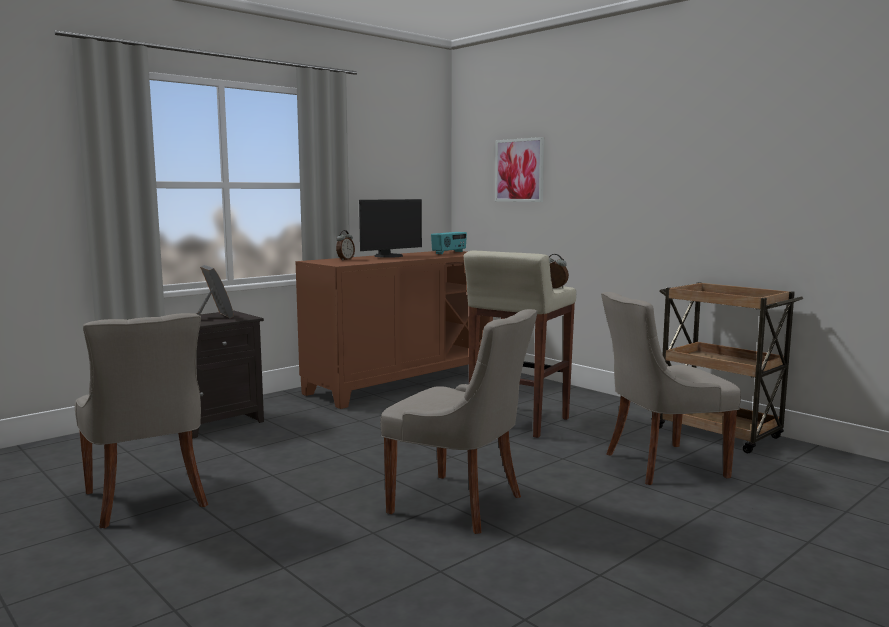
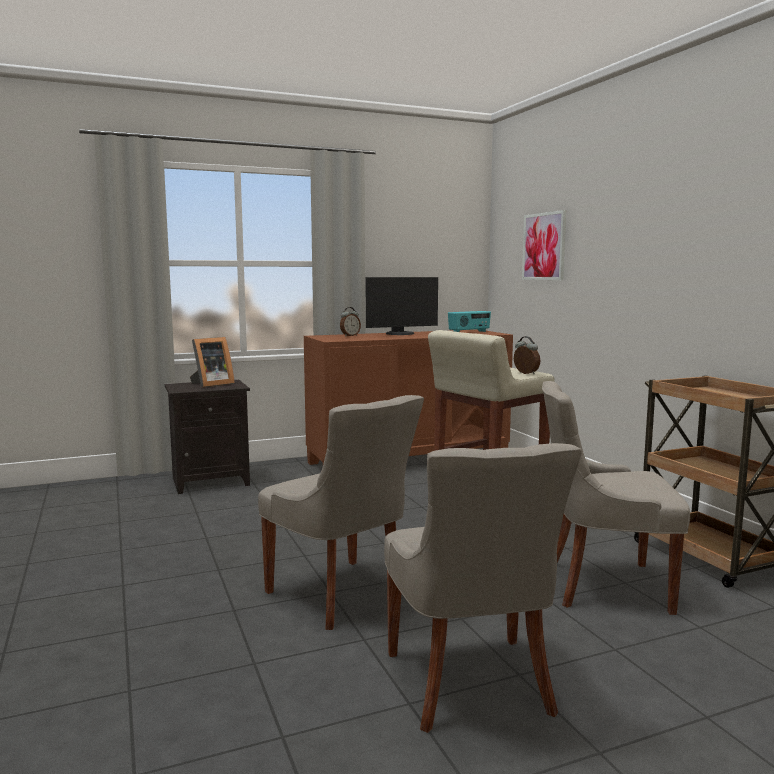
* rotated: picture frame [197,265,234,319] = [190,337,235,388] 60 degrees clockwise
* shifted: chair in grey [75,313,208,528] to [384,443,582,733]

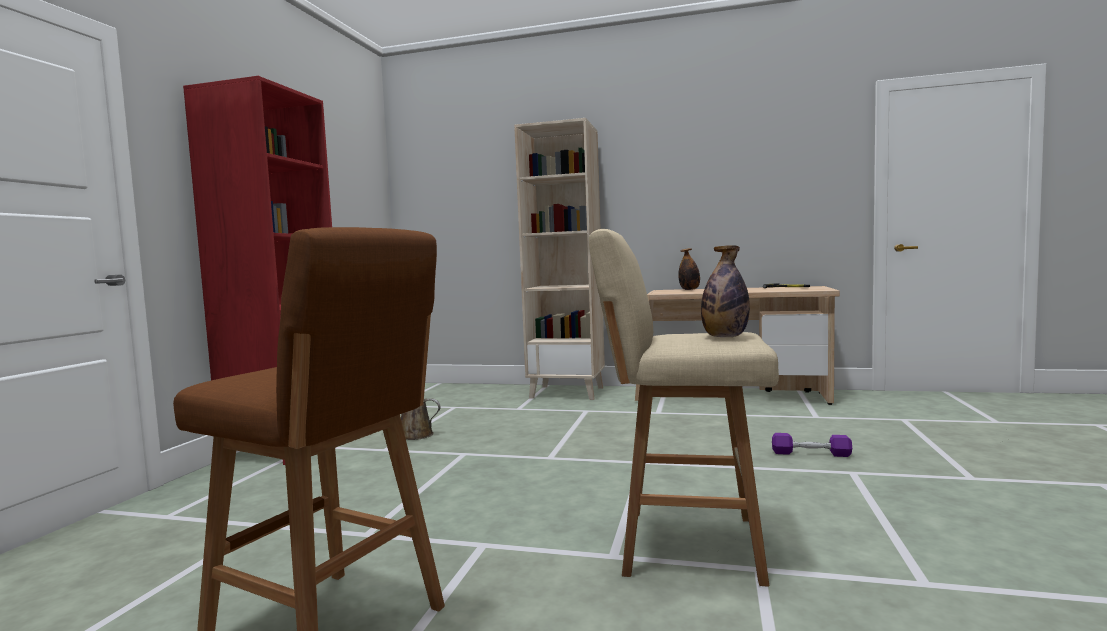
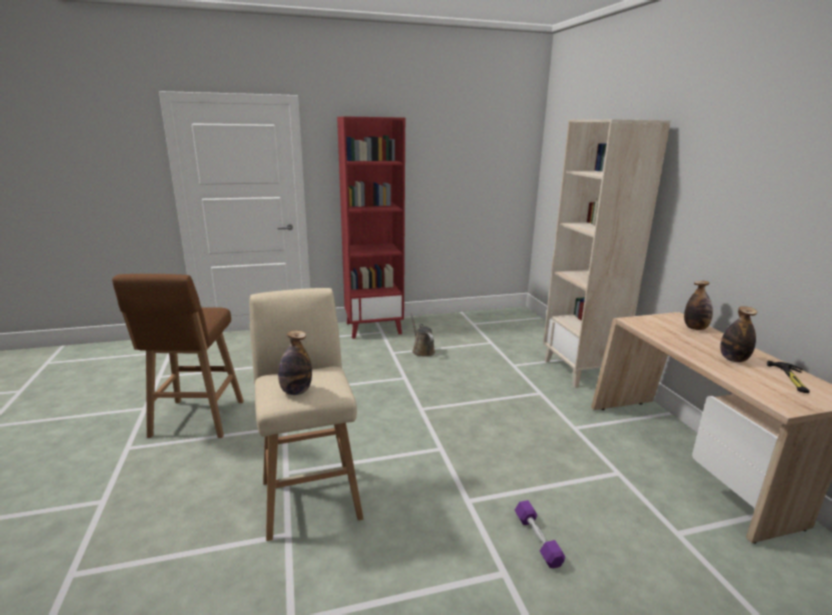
* new: bottle [720,306,757,362]

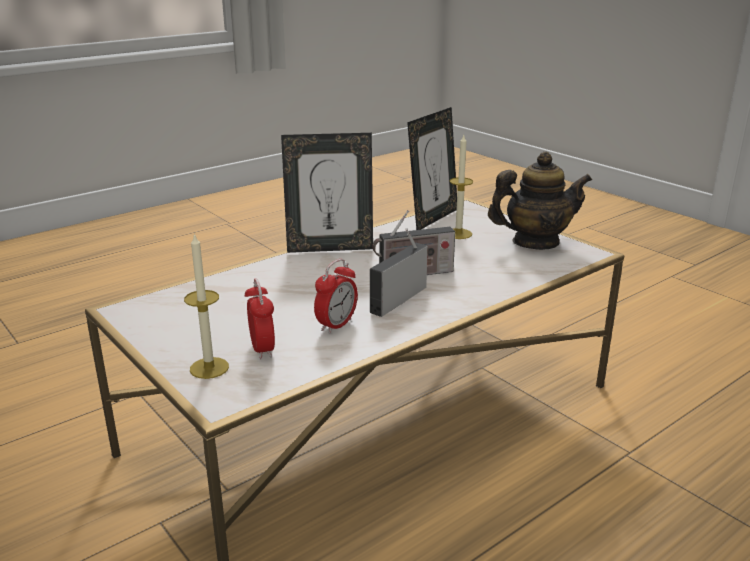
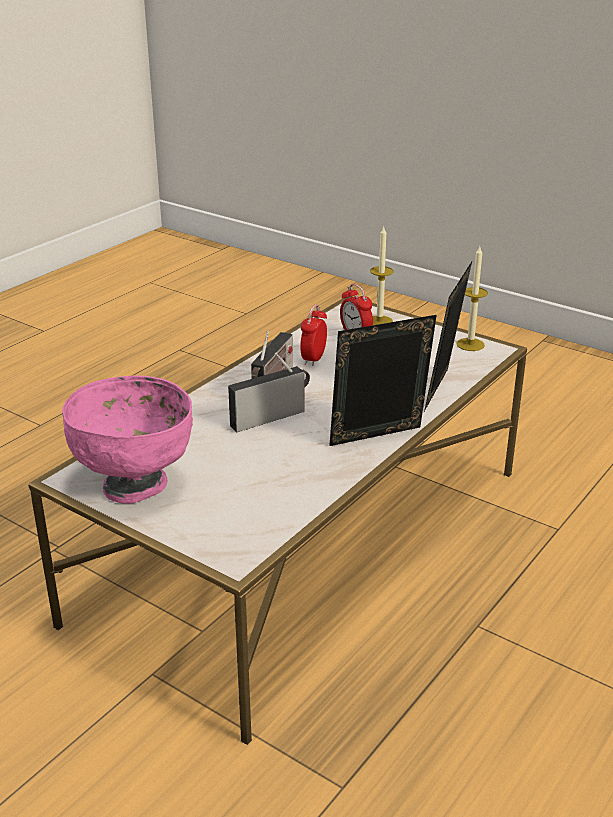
* shifted: picture frame [407,107,457,230] to [424,262,472,411]
* shifted: candle [450,135,473,239] to [456,247,488,351]
* swapped: teapot [488,152,592,250] to bowl in pink [62,375,193,504]

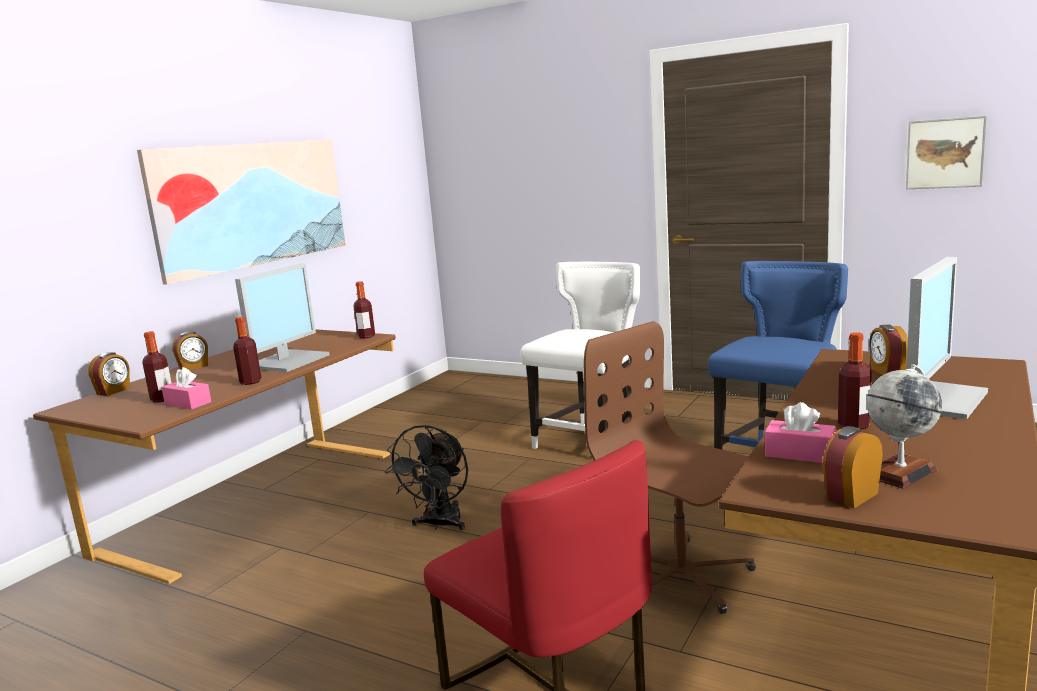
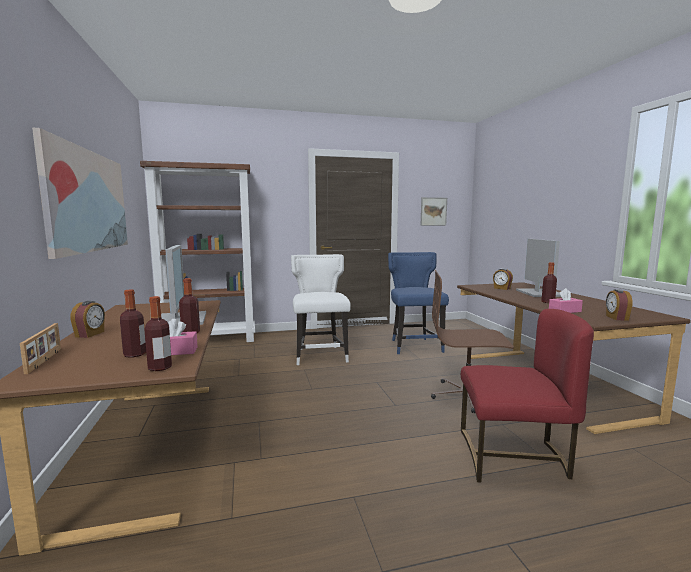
* shifted: bottle [353,281,375,338] to [144,296,172,371]
* swapped: alarm clock [88,352,130,396] to picture frame [20,323,61,374]
* gone: globe [867,364,942,489]
* gone: fan in black [385,424,468,530]
* new: bookcase in brown [140,161,255,342]

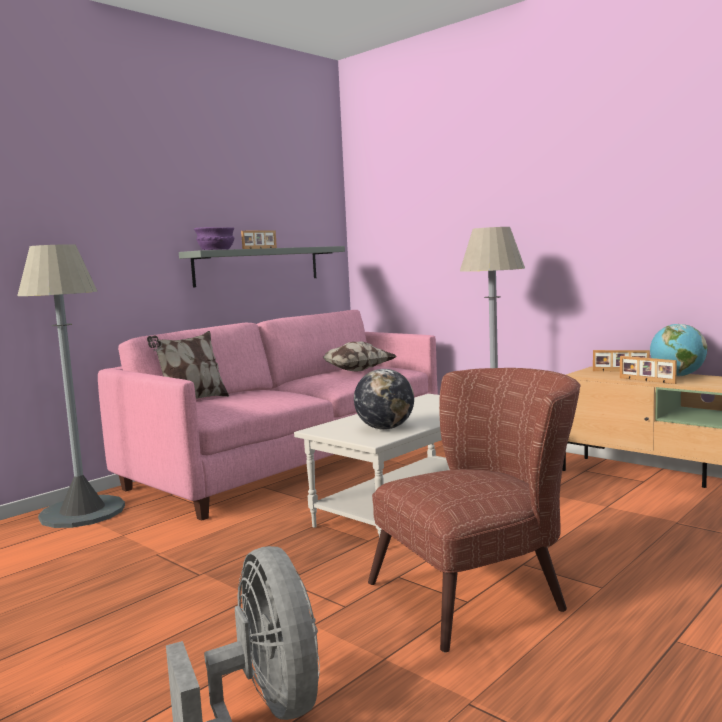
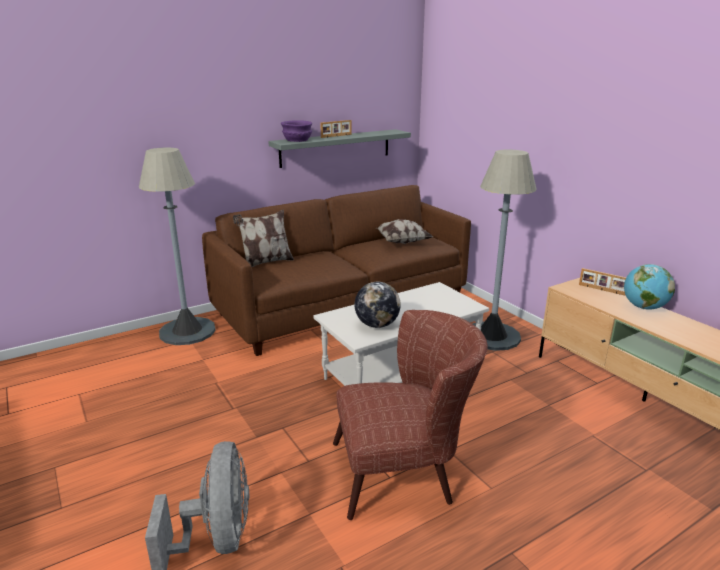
* repainted: sofa in pink [98,310,438,521] to sofa in brown [202,185,471,356]
* gone: picture frame [620,356,677,384]

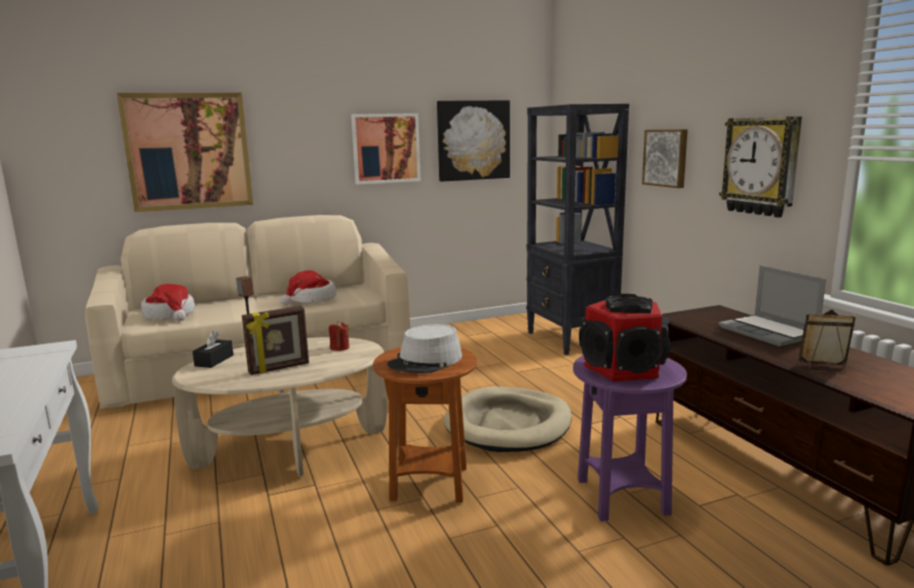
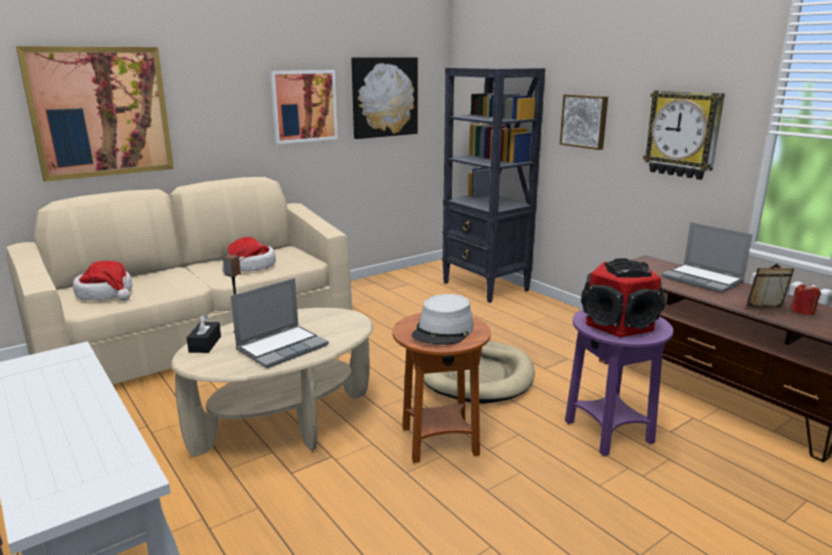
* swapped: picture frame [242,306,309,375] to laptop [231,278,329,368]
* shifted: candle in red [329,321,349,351] to [791,284,821,315]

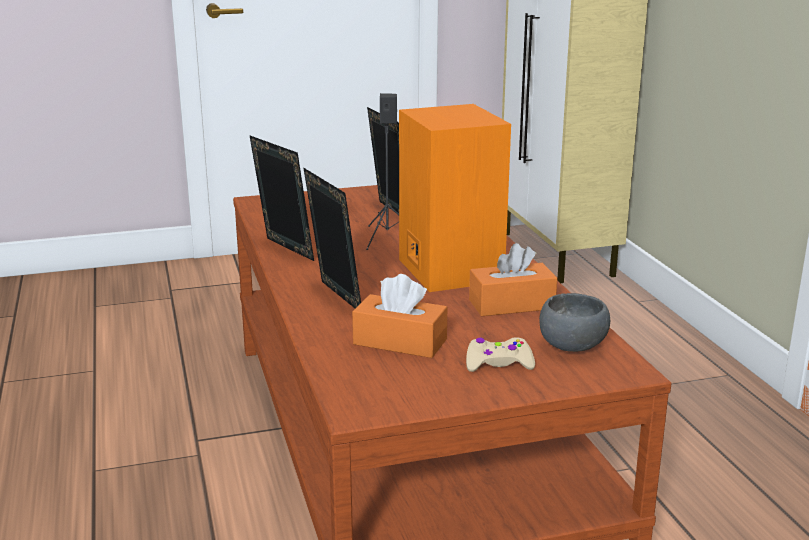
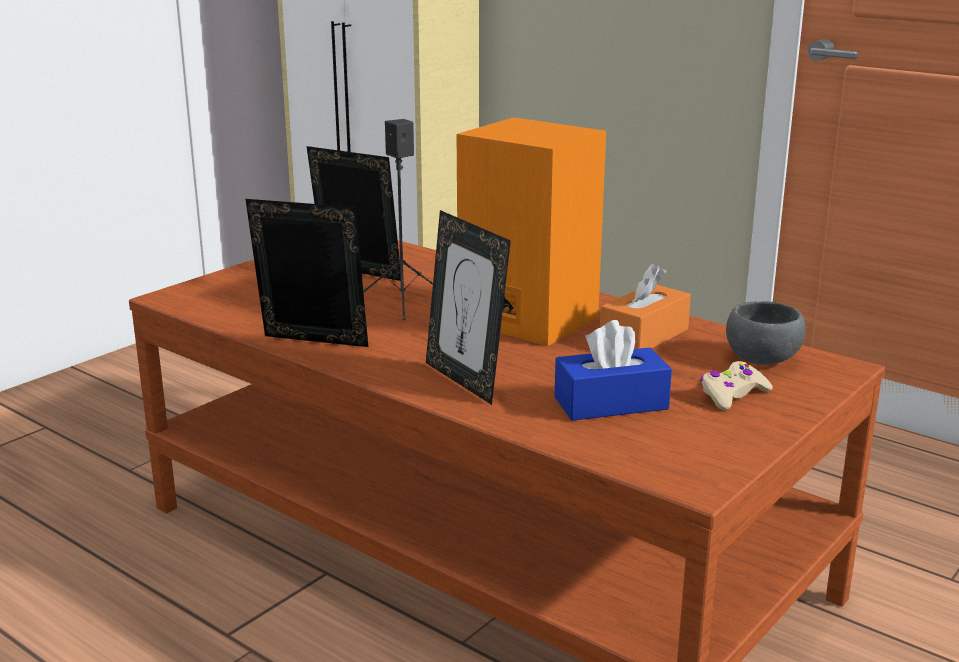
* rotated: picture frame [304,168,361,308] = [426,210,511,405] 150 degrees counterclockwise
* repainted: tissue box in orange [352,274,447,358] to tissue box in blue [554,320,672,421]

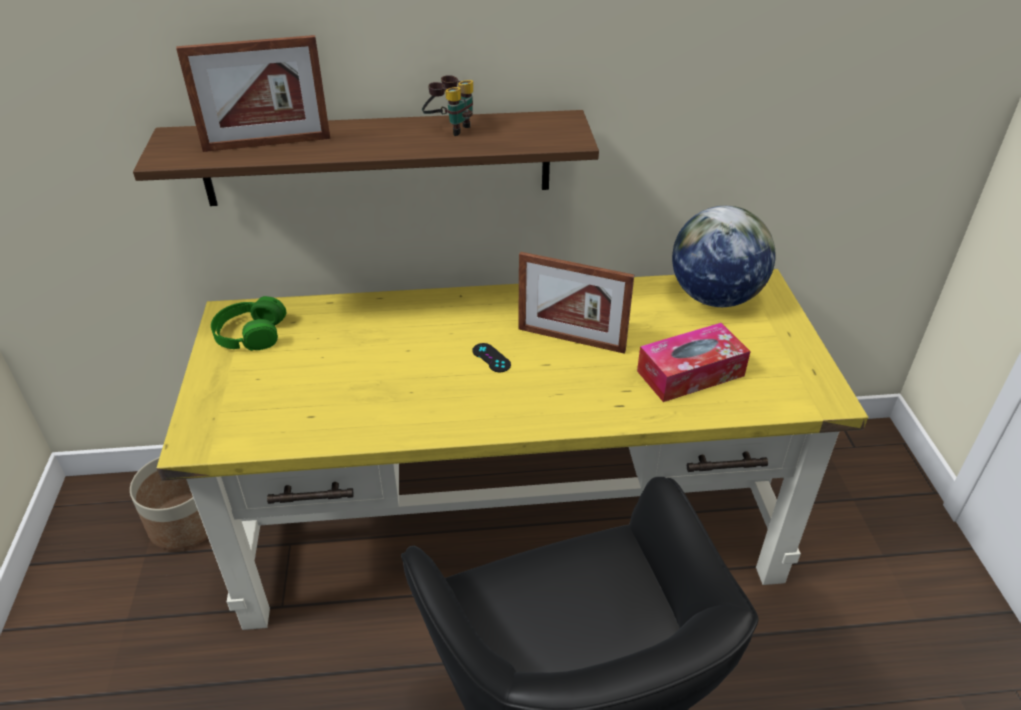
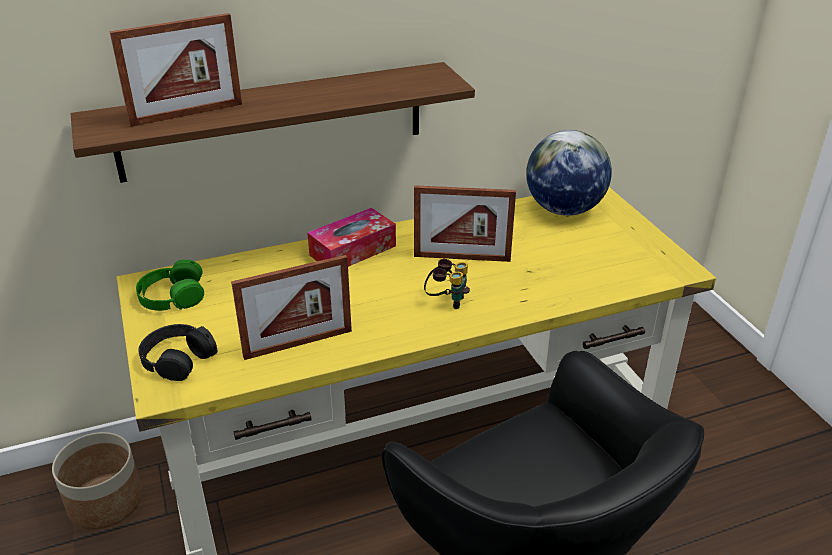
* shifted: binoculars [422,75,473,136] to [424,259,470,309]
* shifted: tissue box [637,323,751,402] to [307,208,396,267]
* gone: game controller in black [472,343,511,372]
* new: picture frame [231,255,352,360]
* new: headphones in black [138,324,217,381]

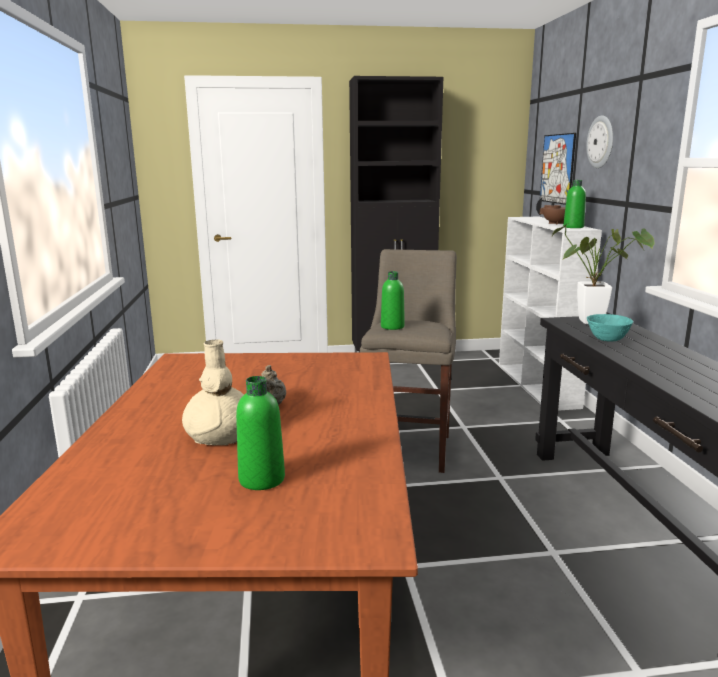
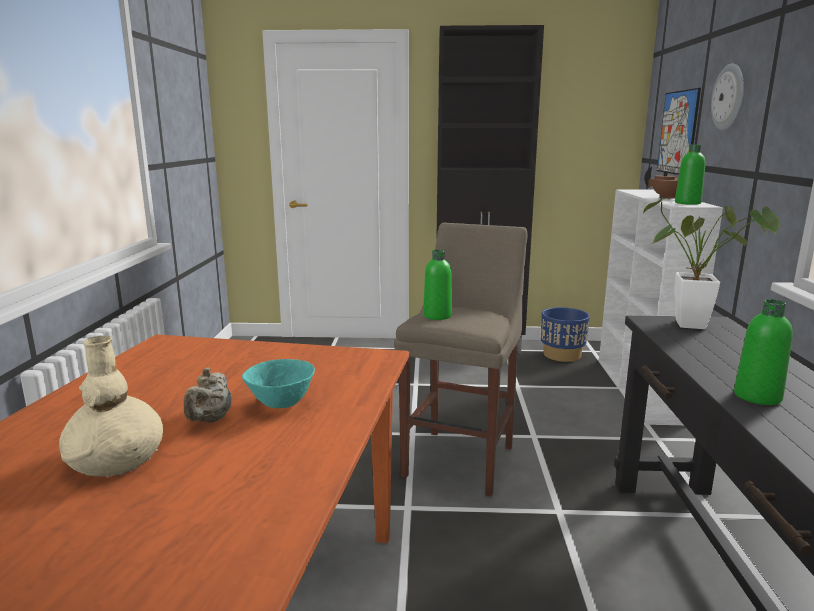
* shifted: bowl in turquoise [587,314,633,342] to [242,359,315,408]
* shifted: bottle in green [236,376,285,490] to [734,299,793,405]
* new: planter in blue [541,307,590,362]

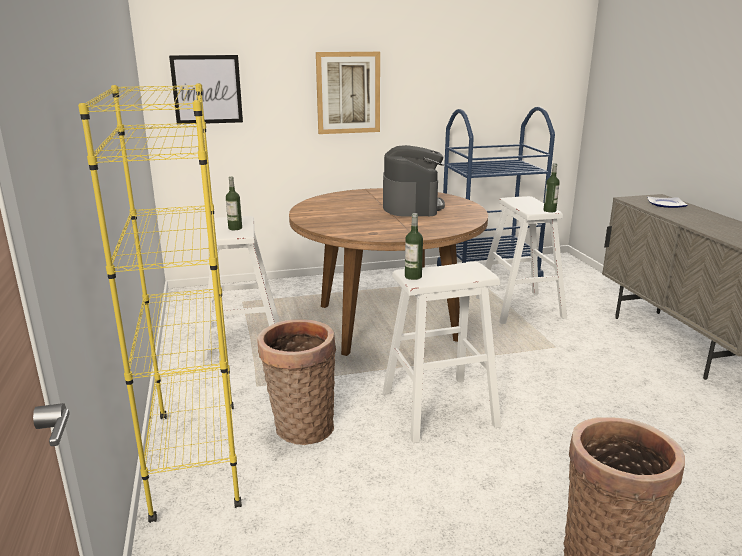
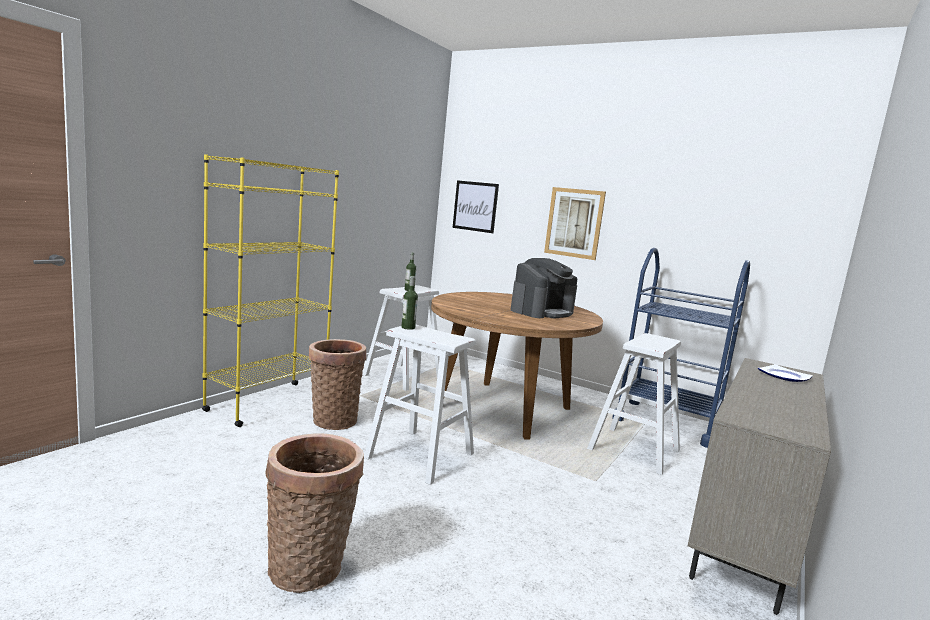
* gone: bottle [544,163,560,212]

